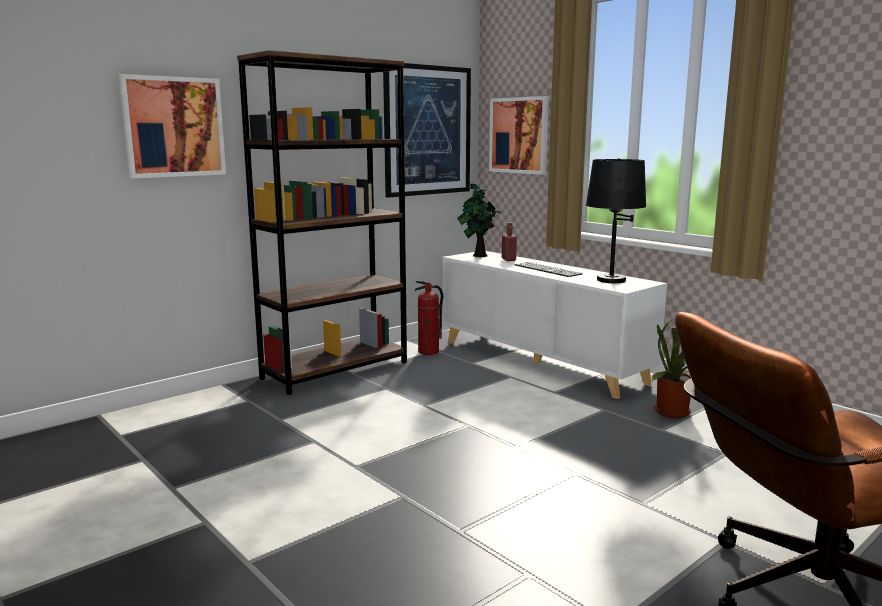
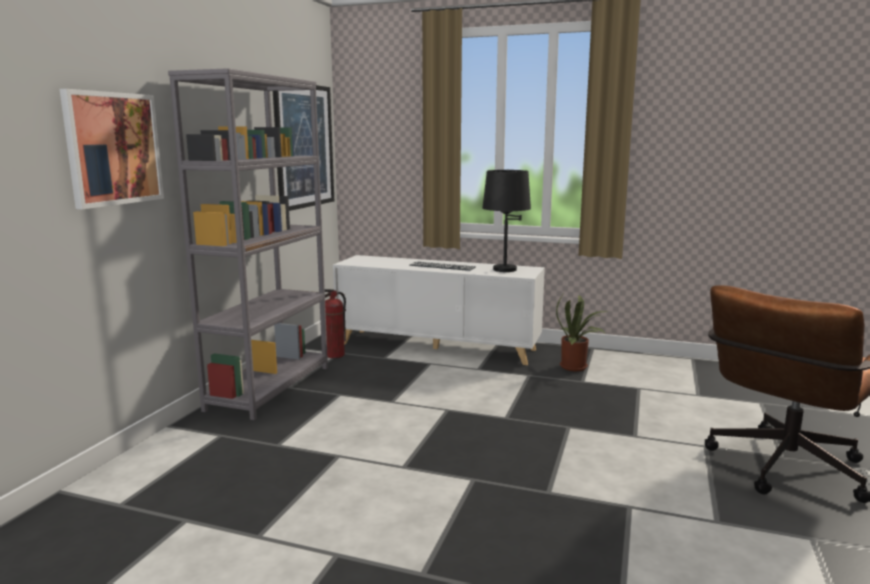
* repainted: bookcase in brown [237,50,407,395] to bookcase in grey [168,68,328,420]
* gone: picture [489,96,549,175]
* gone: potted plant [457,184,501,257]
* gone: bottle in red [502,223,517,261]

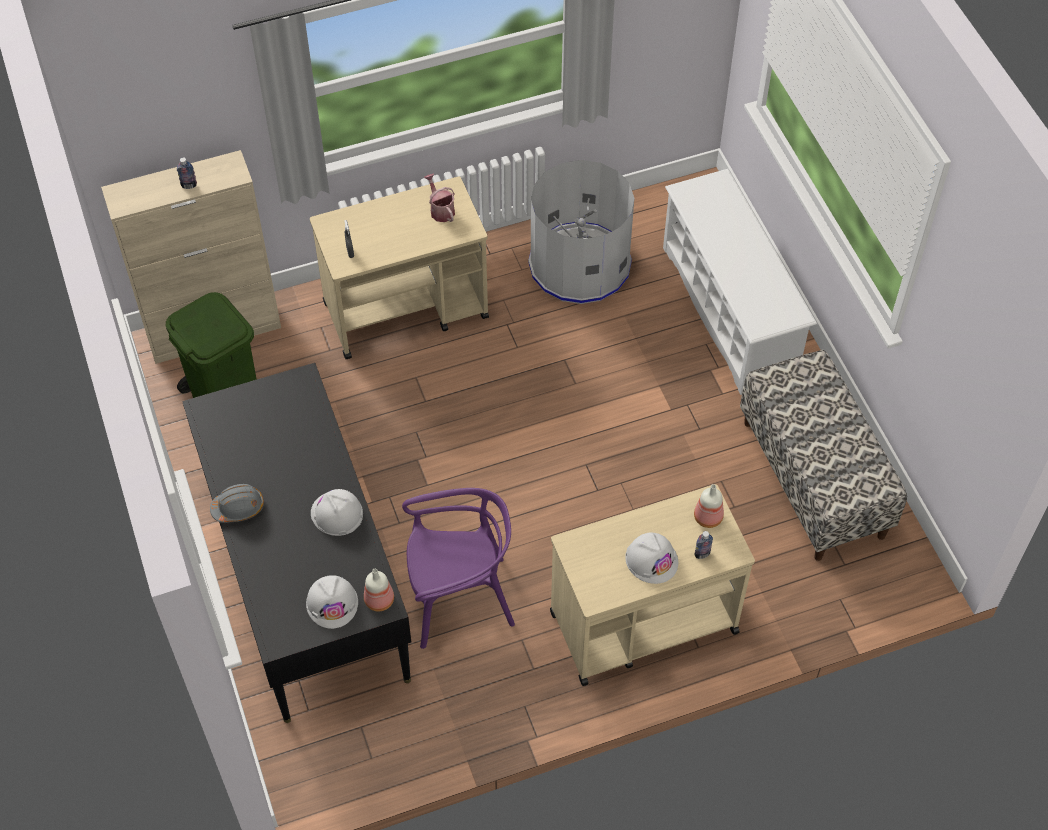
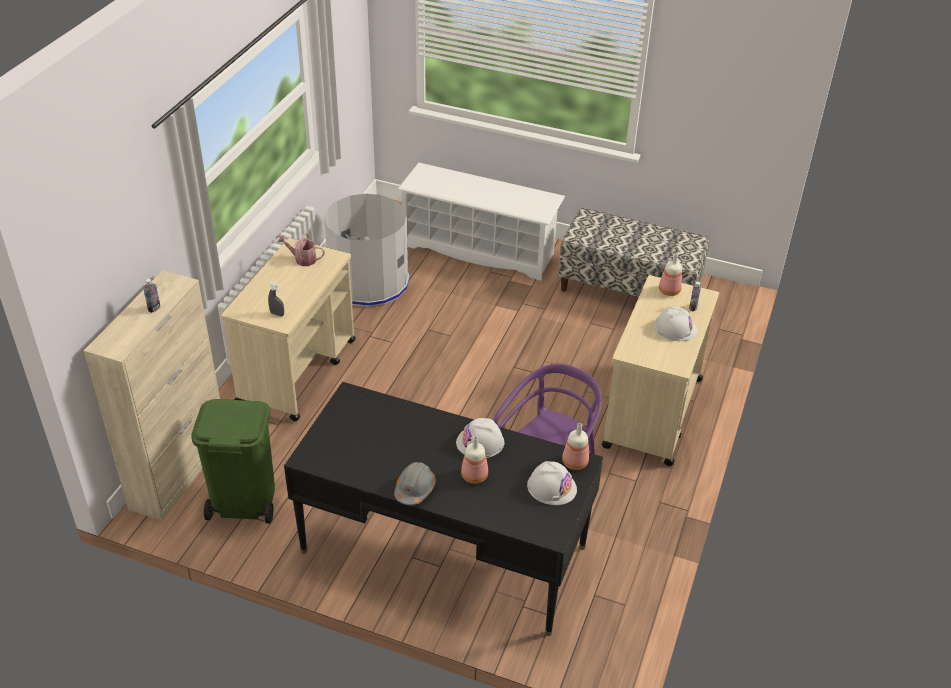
* new: bottle [461,436,488,484]

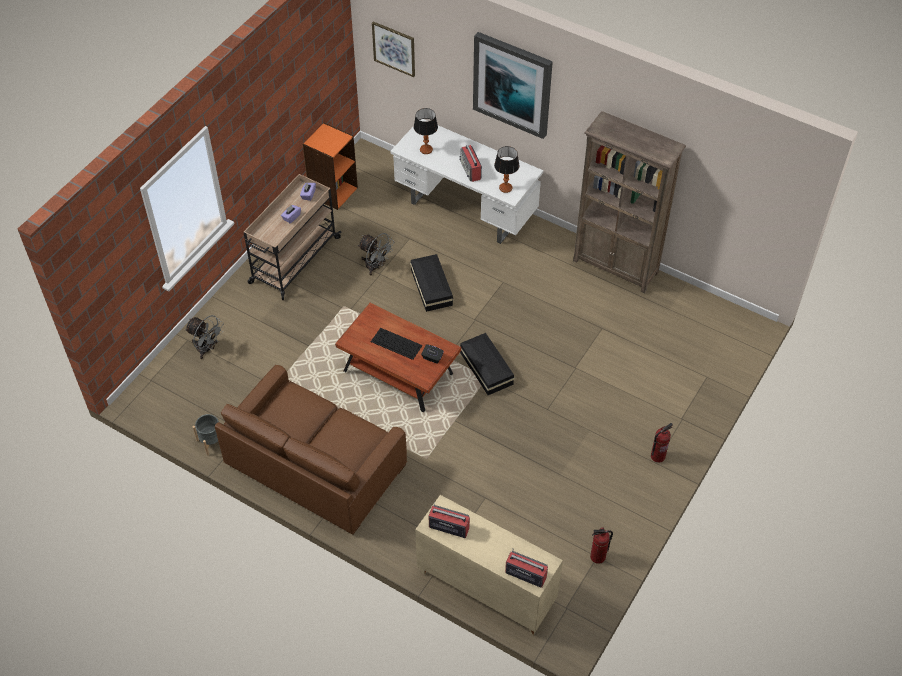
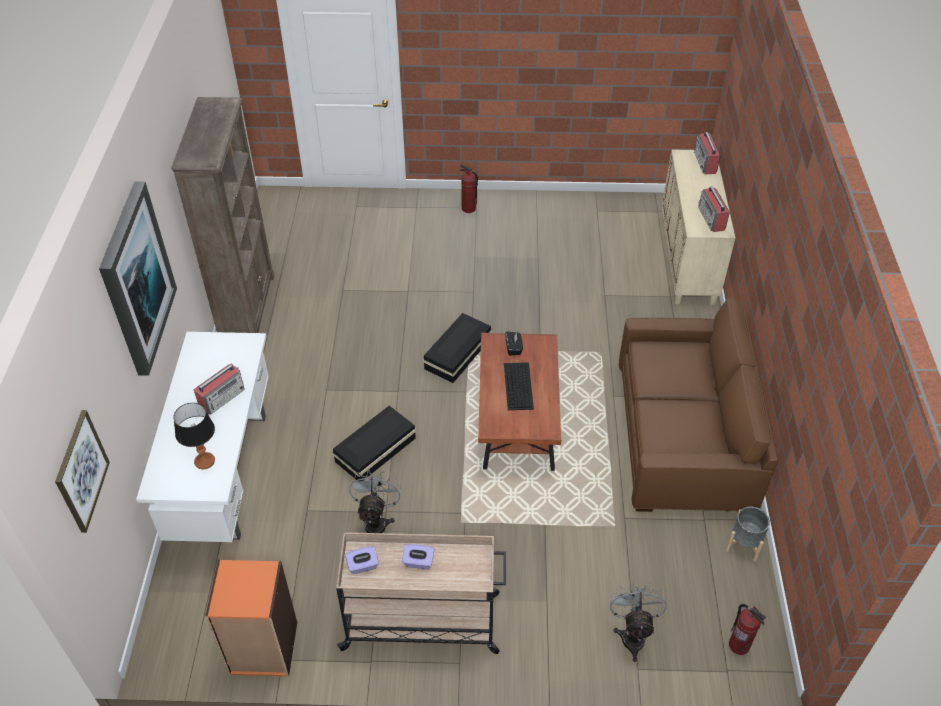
* gone: table lamp [494,146,519,193]
* shifted: fire extinguisher [590,528,613,564] to [729,604,766,655]

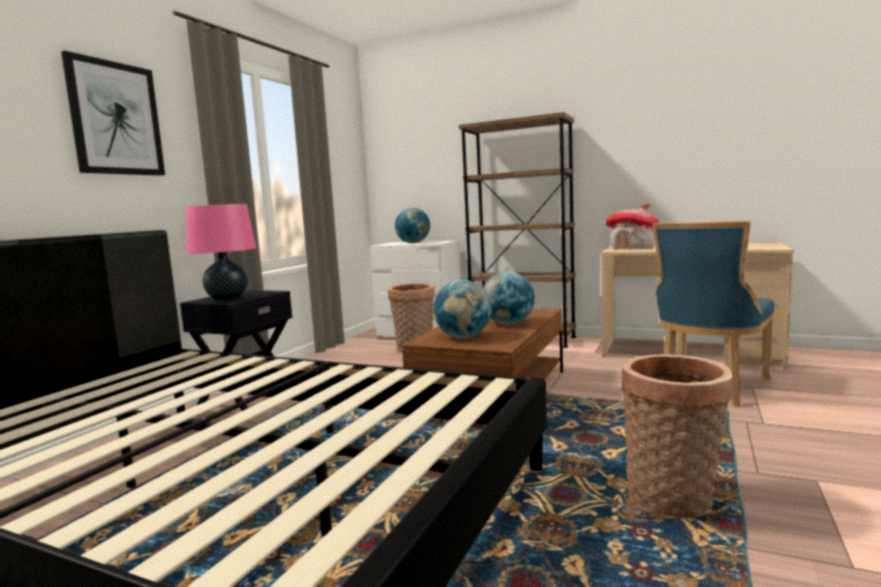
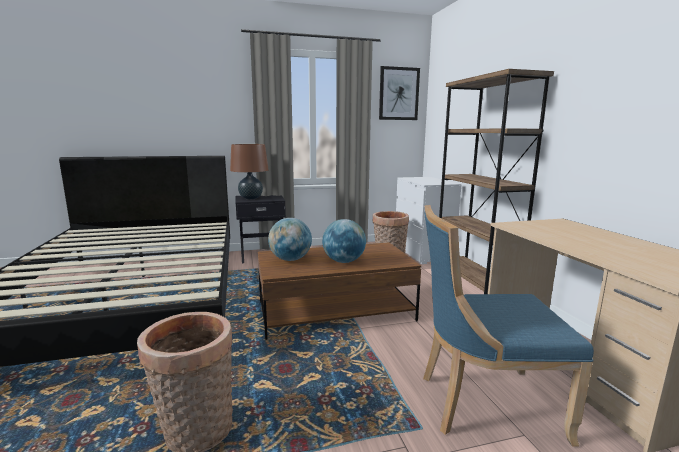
* shifted: picture [61,51,165,176] to [379,66,420,120]
* repainted: table lamp in pink [186,204,256,301] to table lamp in brown [230,144,269,199]
* gone: toy house [605,204,658,250]
* gone: globe [395,207,430,243]

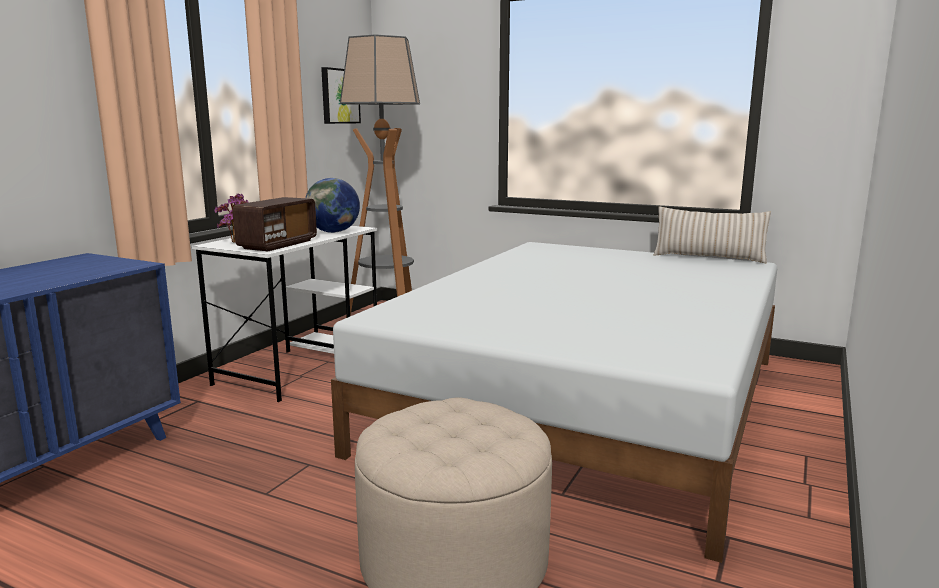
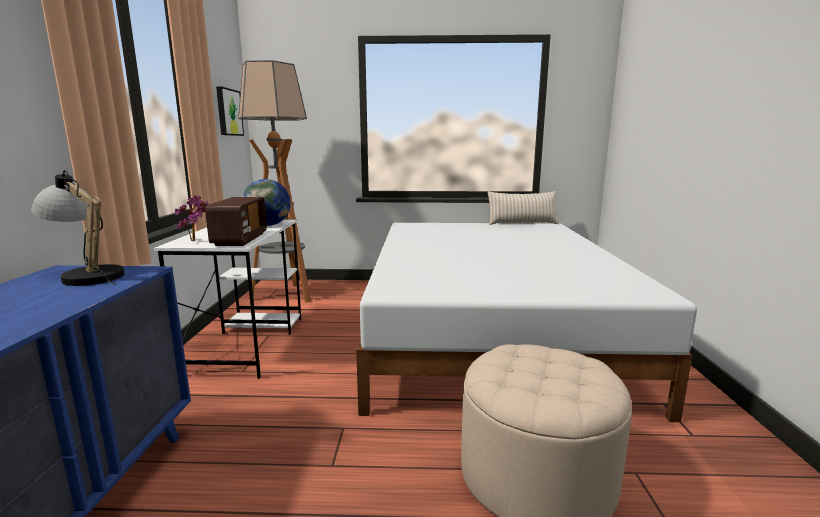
* new: table lamp [31,170,124,286]

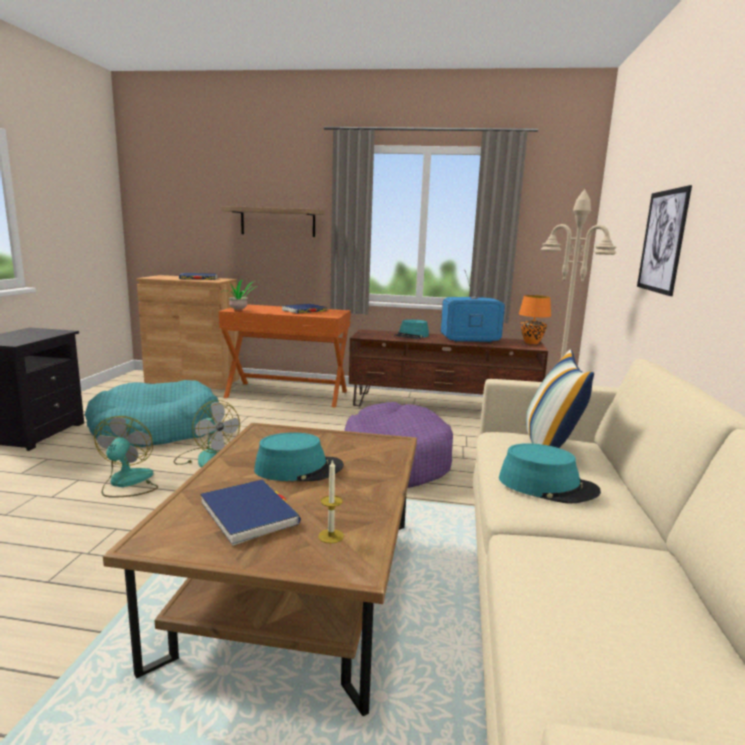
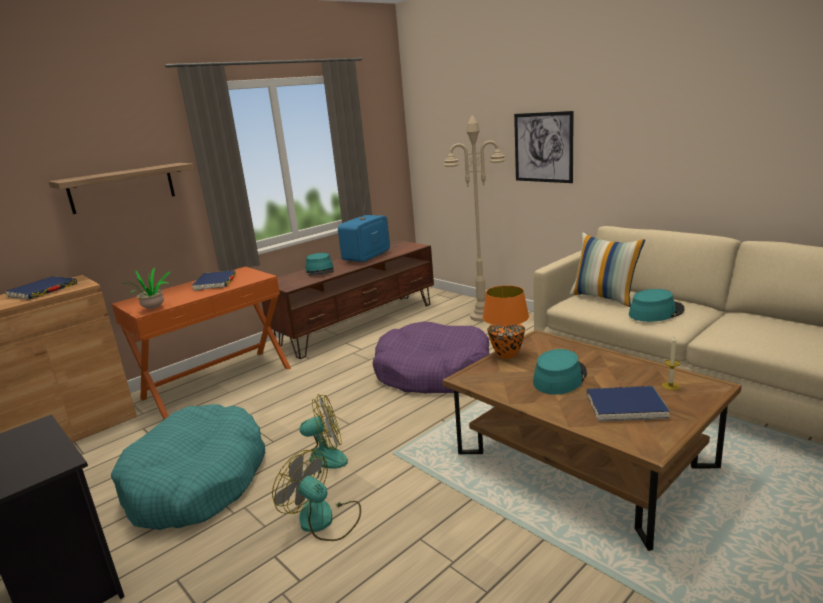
* shifted: table lamp in orange [519,295,551,344] to [483,285,529,359]

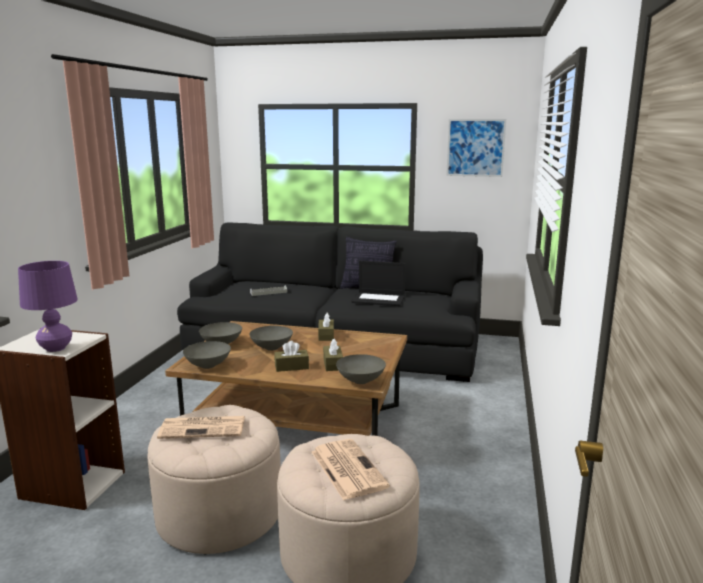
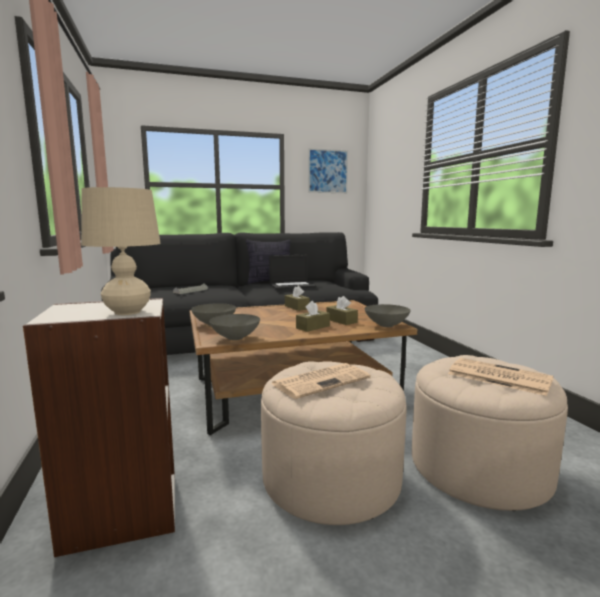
* repainted: table lamp in purple [18,261,78,352] to table lamp in beige [81,187,161,315]
* gone: bowl in grey [249,326,293,351]

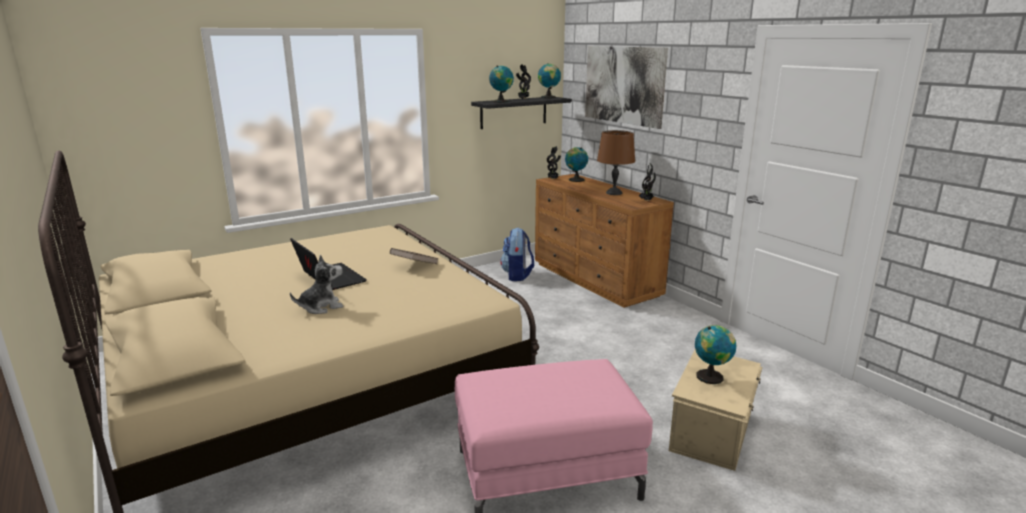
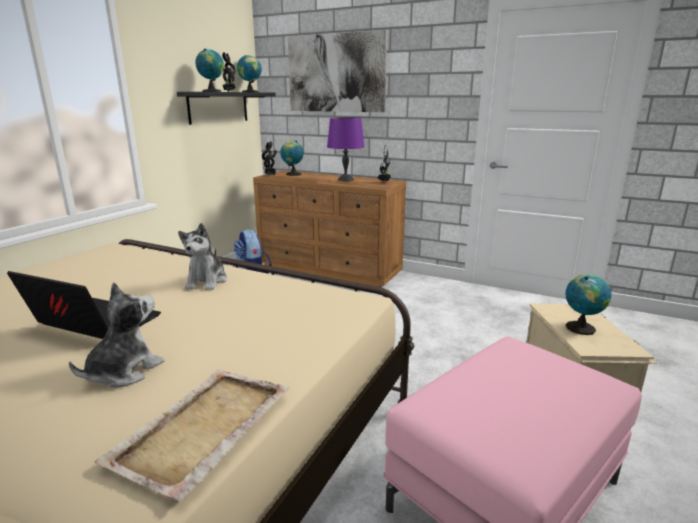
* repainted: table lamp in brown [597,130,635,195] to table lamp in purple [327,117,364,181]
* swapped: book in brown [390,248,439,264] to plush toy [178,223,227,290]
* new: tray in beige [94,369,290,501]

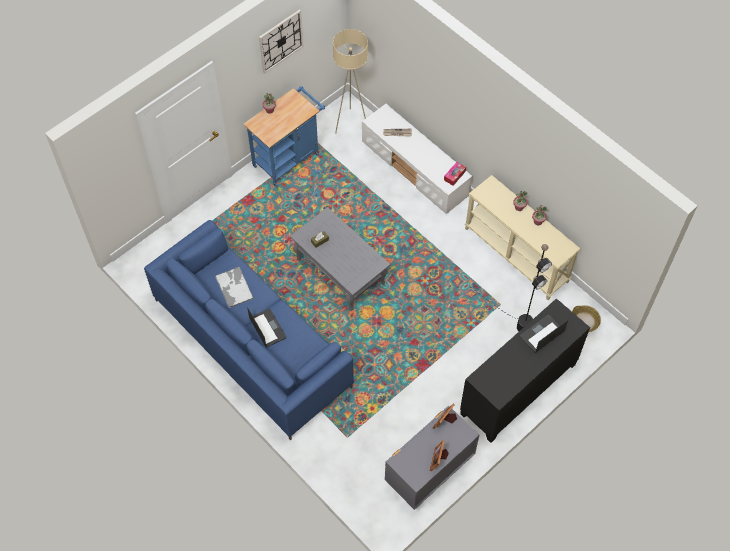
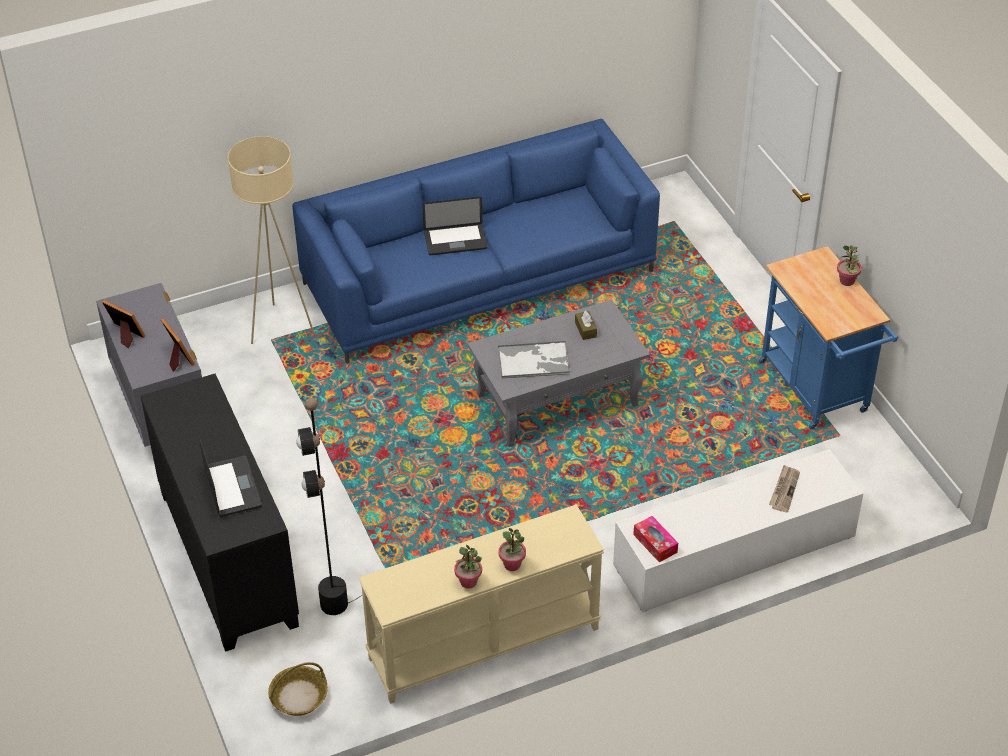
* gone: wall clock [259,9,303,74]
* shifted: floor lamp in beige [333,29,368,134] to [228,136,315,344]
* shifted: tray [215,267,254,308] to [498,341,570,378]

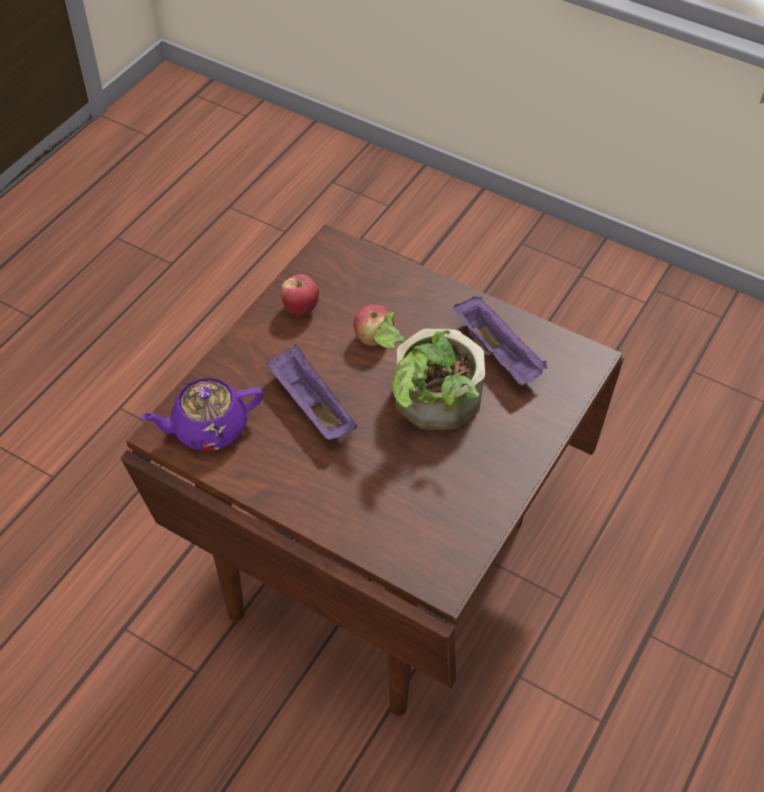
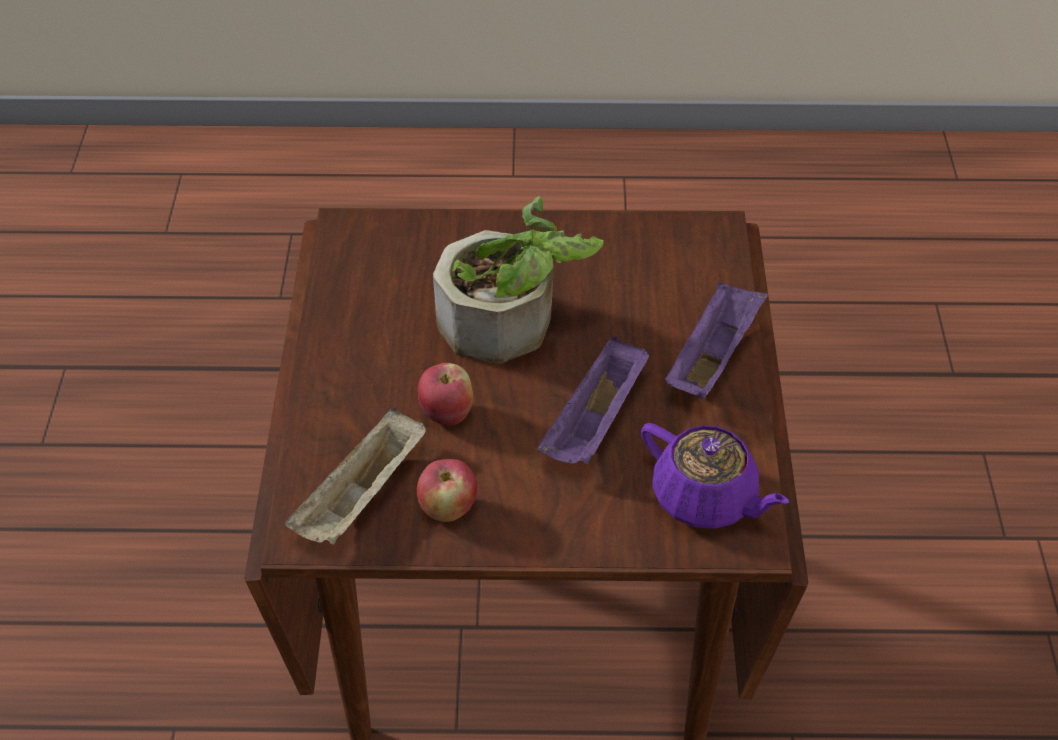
* shifted: tray in purple [453,296,547,385] to [665,281,768,399]
* new: tray in beige [285,408,426,544]

